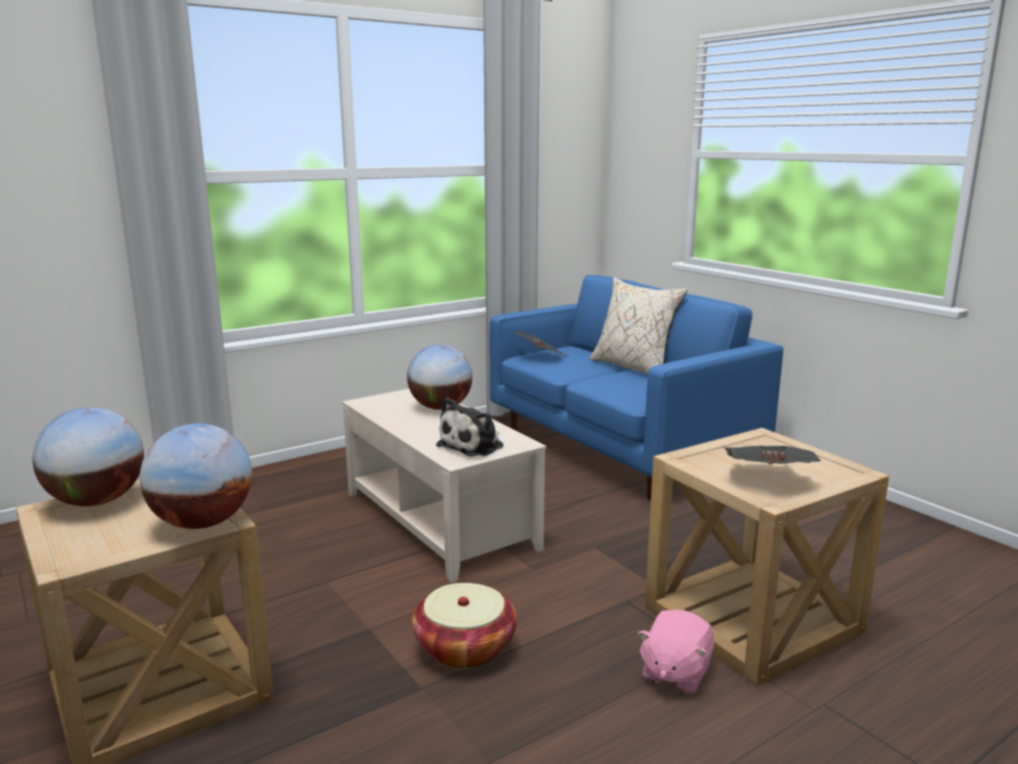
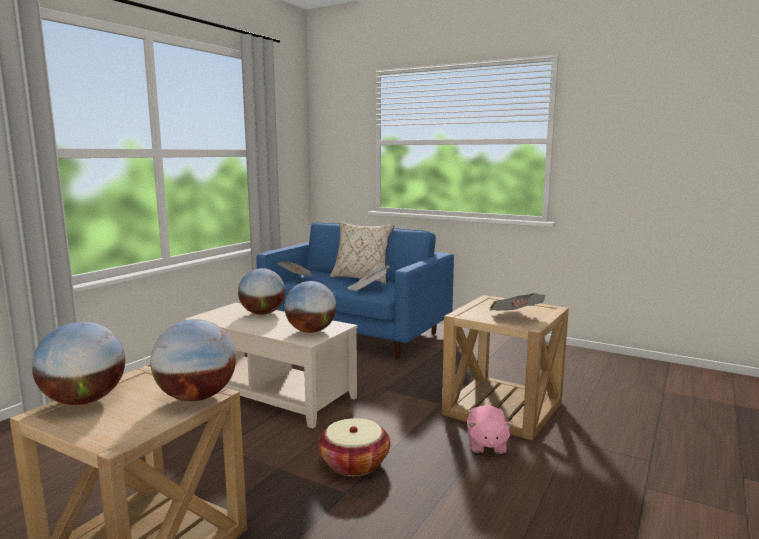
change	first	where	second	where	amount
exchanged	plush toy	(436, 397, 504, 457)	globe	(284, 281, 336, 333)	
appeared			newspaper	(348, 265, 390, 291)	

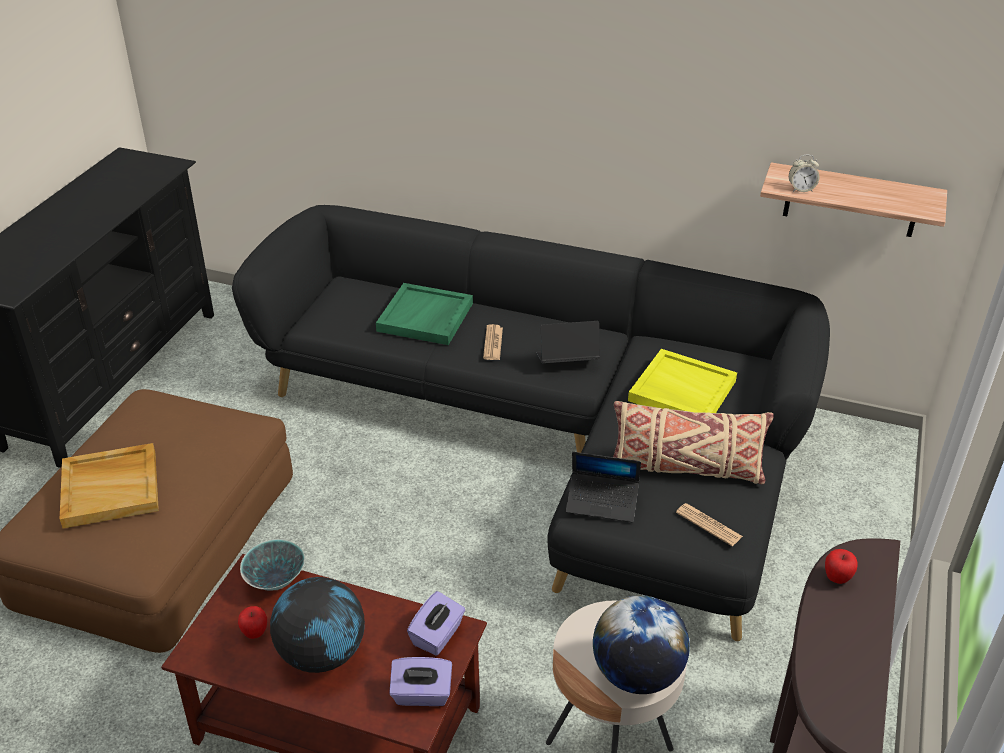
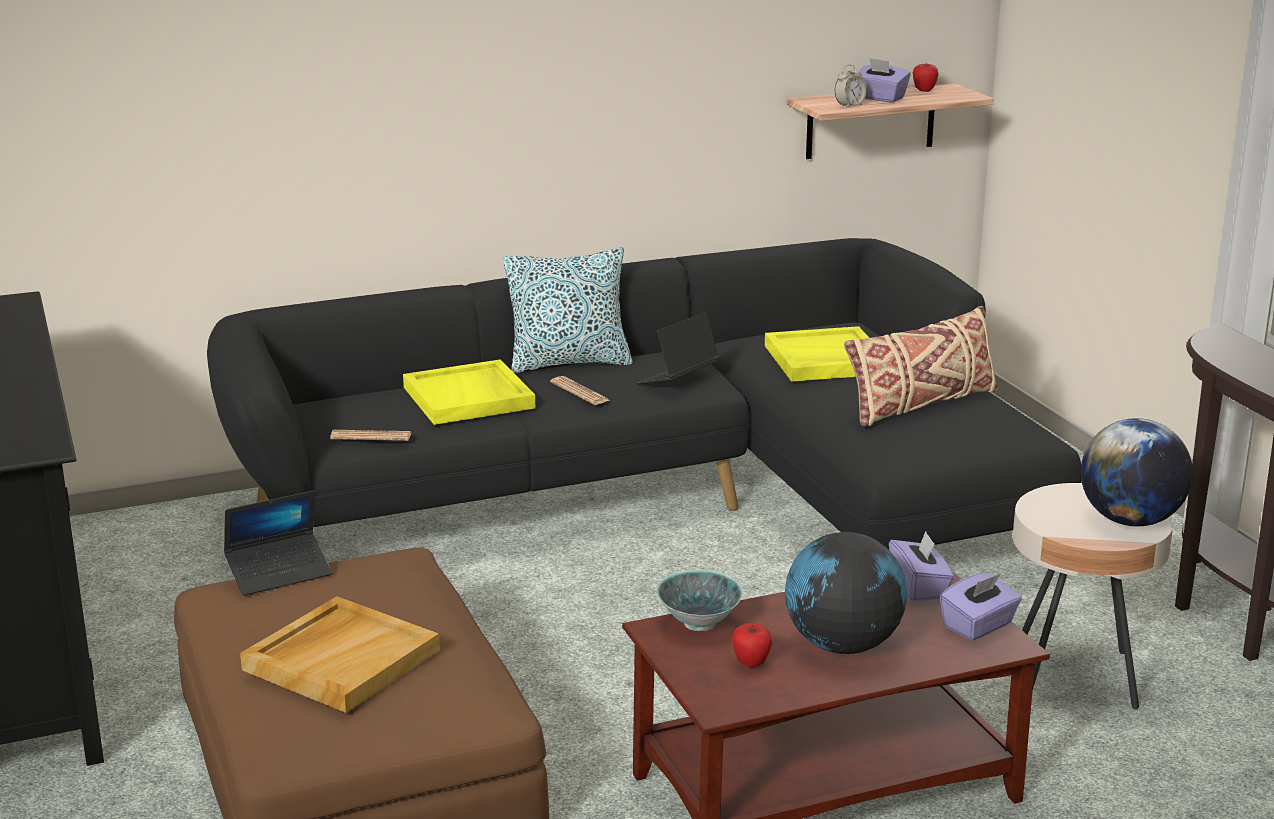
change	first	where	second	where	amount
relocated	laptop	(566, 452, 641, 522)		(224, 490, 332, 596)	
relocated	newspaper	(676, 503, 743, 546)		(330, 430, 411, 441)	
colour	green tray	(376, 283, 473, 345)	yellow tray	(403, 359, 535, 425)	
appeared			pillow	(503, 247, 633, 374)	
appeared			purple tissue box	(859, 58, 911, 102)	
relocated	apple	(825, 549, 857, 584)		(913, 63, 938, 92)	

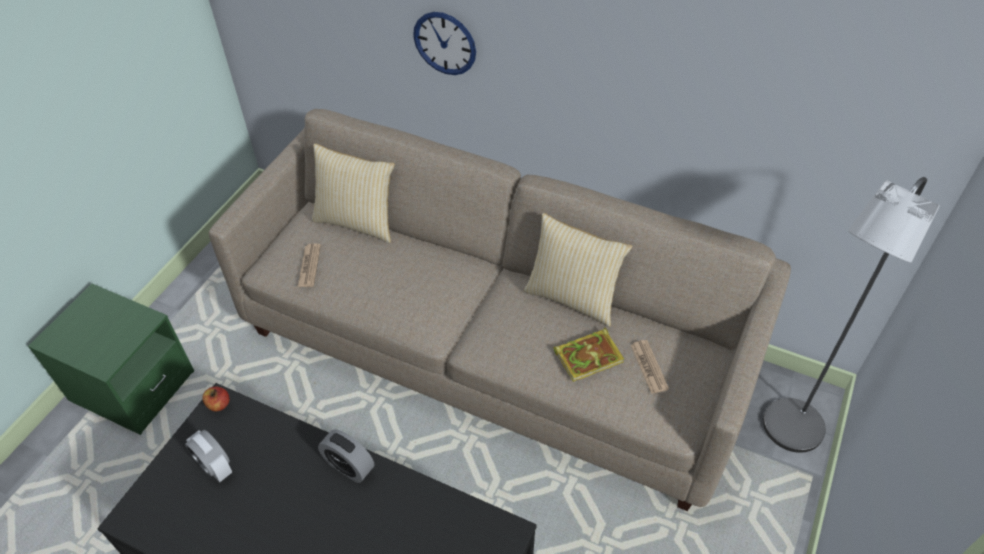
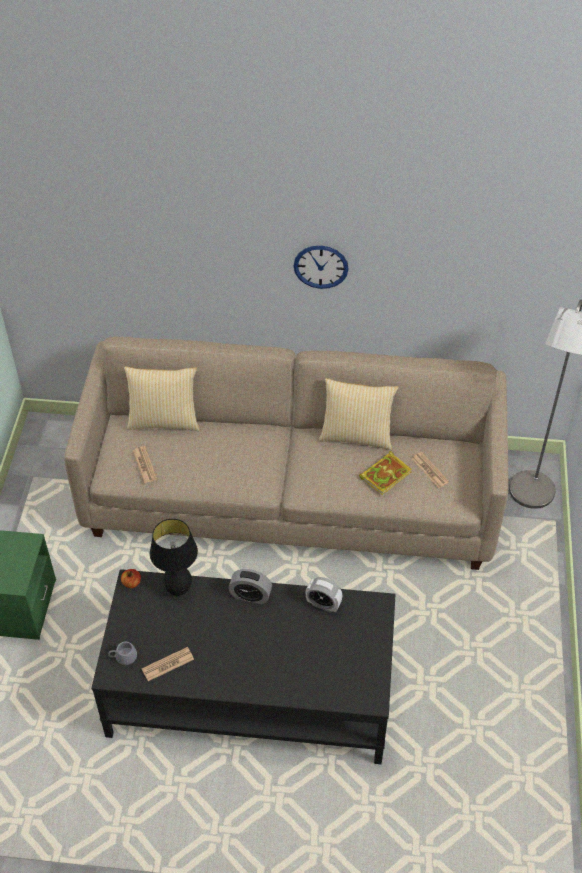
change	first	where	second	where	amount
appeared			grey mug	(108, 642, 137, 665)	
appeared			newspaper	(142, 647, 194, 681)	
appeared			black table lamp	(150, 519, 198, 596)	
relocated	wall clock	(413, 12, 476, 75)		(294, 246, 348, 289)	
relocated	alarm clock	(185, 430, 232, 482)		(306, 577, 343, 612)	

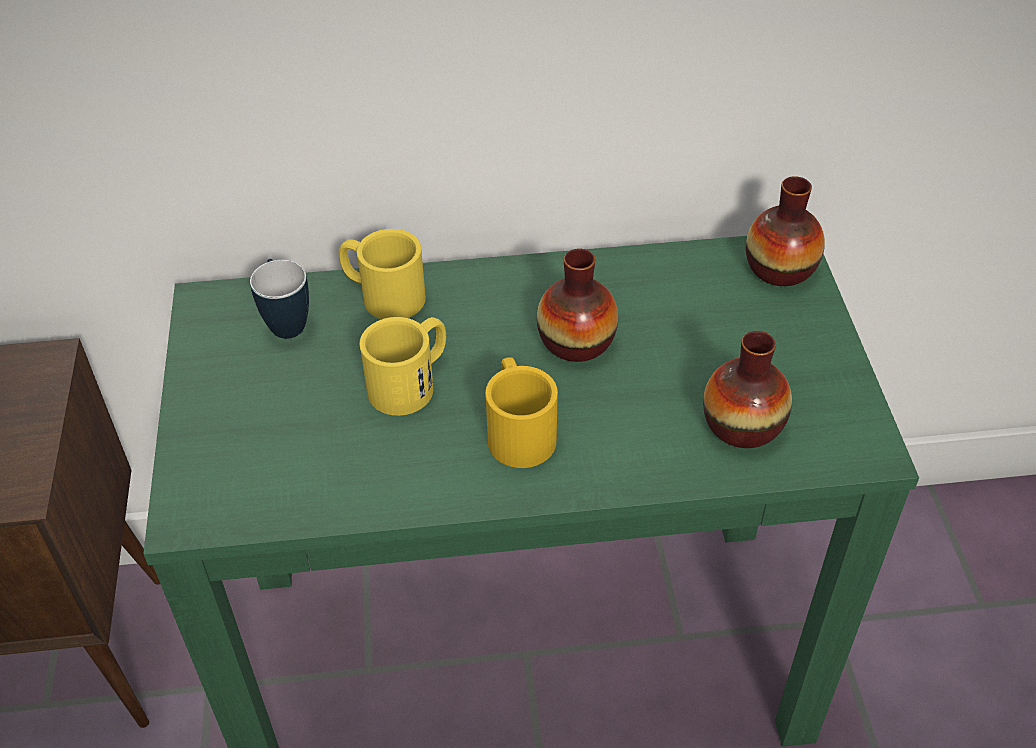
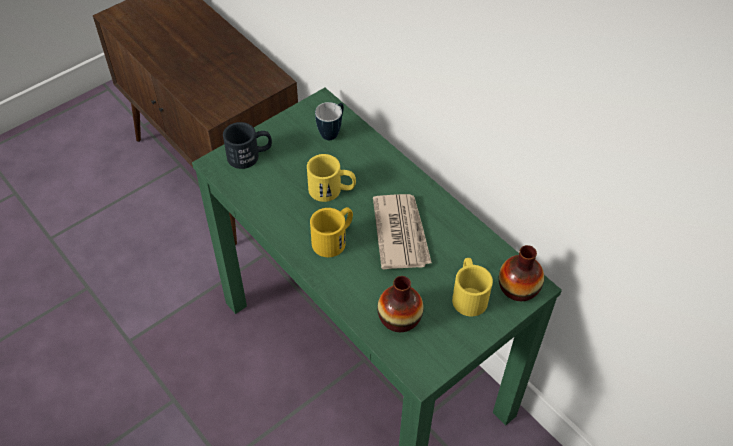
change	first	where	second	where	amount
appeared			black mug	(223, 122, 272, 169)	
exchanged	vase	(537, 248, 618, 362)	newspaper	(373, 194, 432, 270)	
relocated	yellow mug	(339, 229, 426, 320)		(452, 258, 493, 316)	

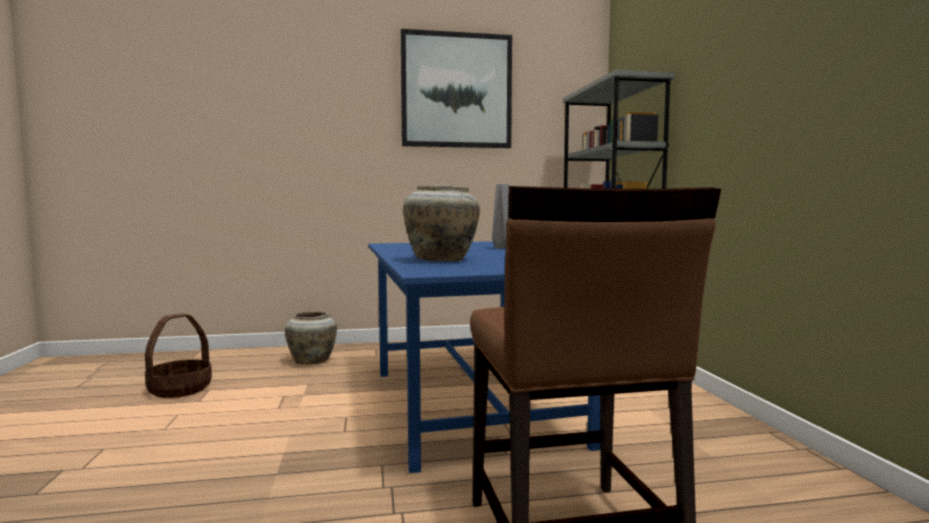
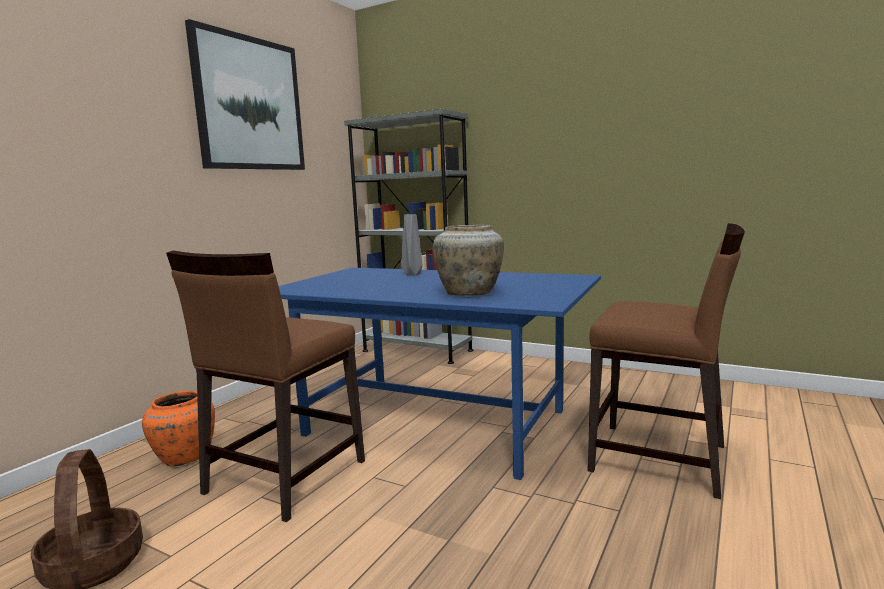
change	first	where	second	where	amount
colour	beige vase	(285, 311, 337, 364)	orange vase	(142, 391, 215, 467)	
appeared			brown chair	(166, 251, 365, 522)	

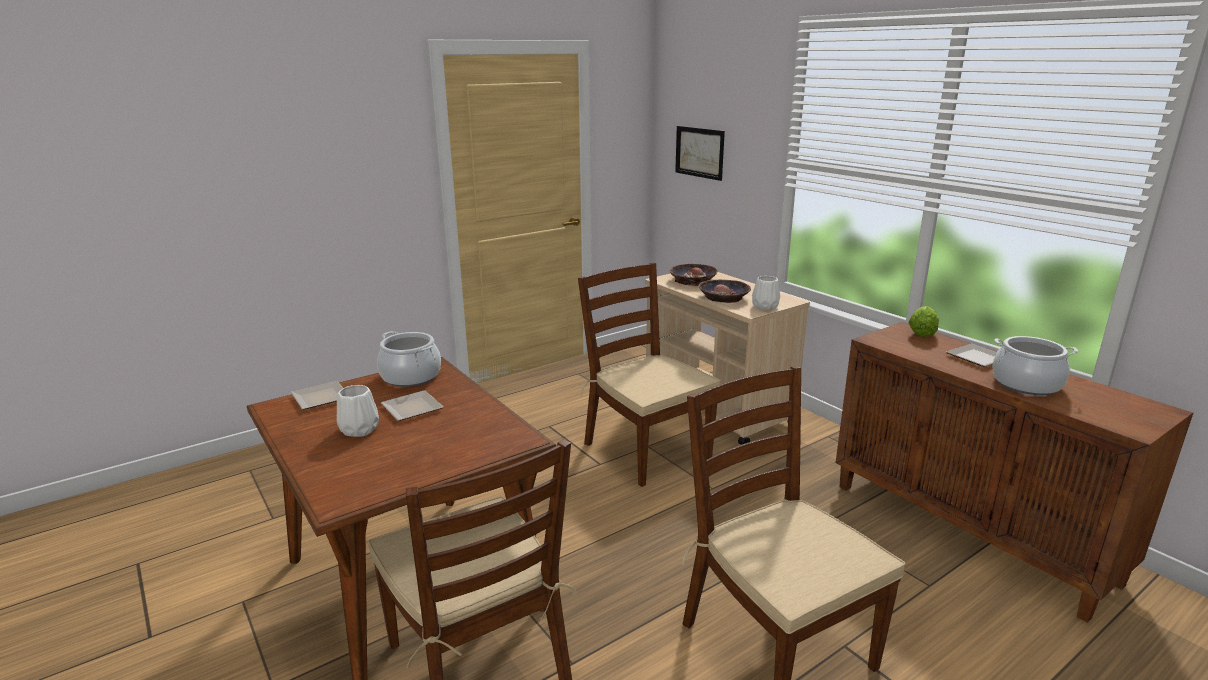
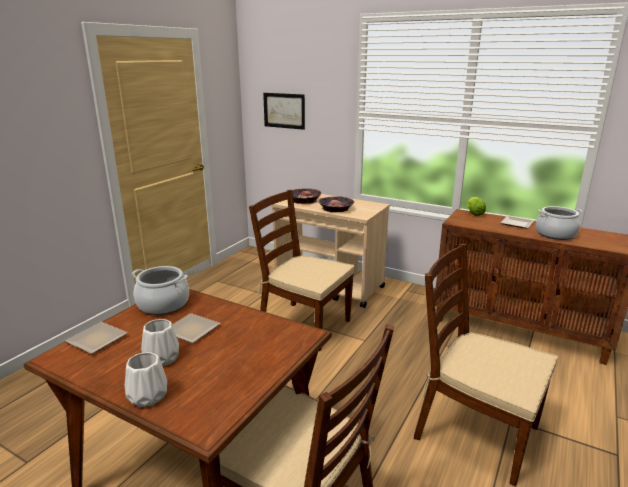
change	first	where	second	where	amount
relocated	white vase	(752, 276, 780, 310)		(125, 352, 167, 407)	

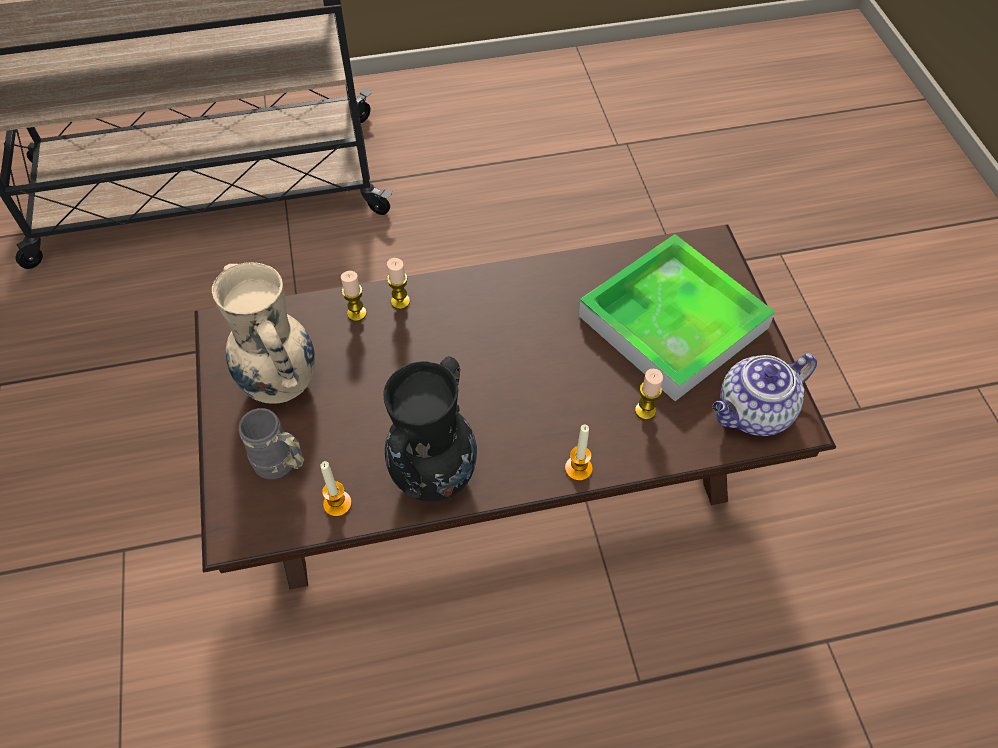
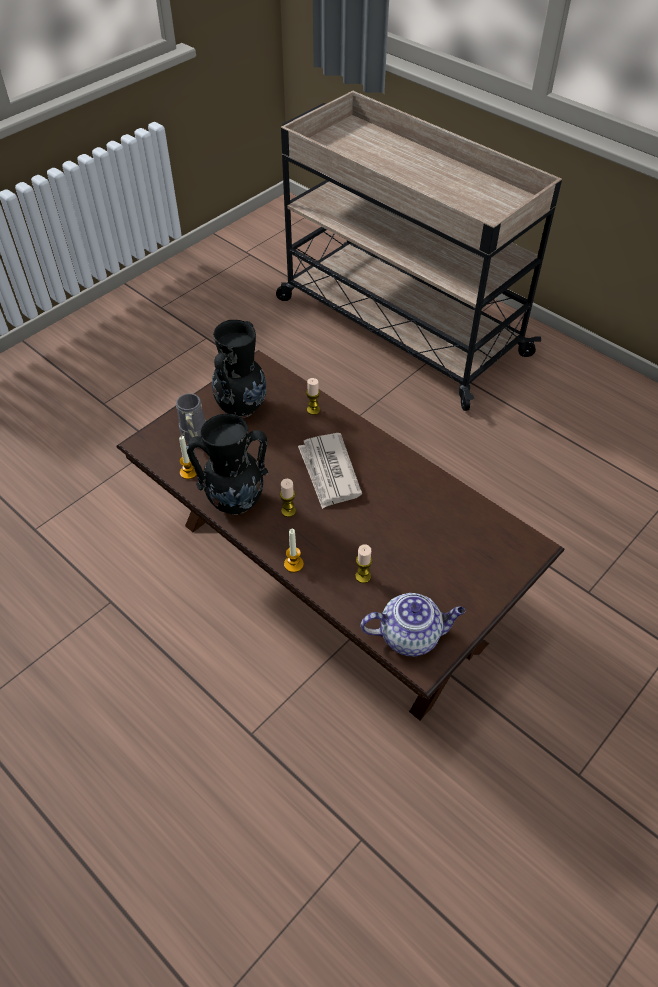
change	first	where	second	where	amount
colour	beige vase	(212, 262, 315, 404)	black vase	(212, 320, 266, 418)	
relocated	candle	(387, 258, 410, 309)		(280, 479, 296, 517)	
appeared			newspaper	(298, 433, 362, 509)	
spun	teapot	(712, 353, 817, 436)		(361, 593, 465, 657)	150 degrees clockwise
missing	tray	(578, 234, 775, 401)			

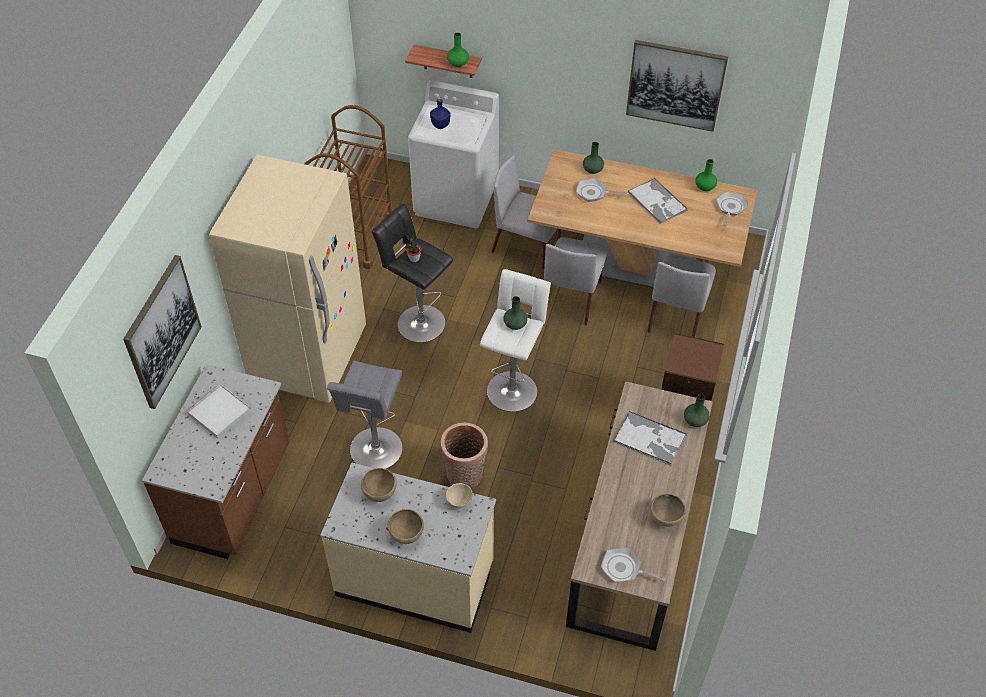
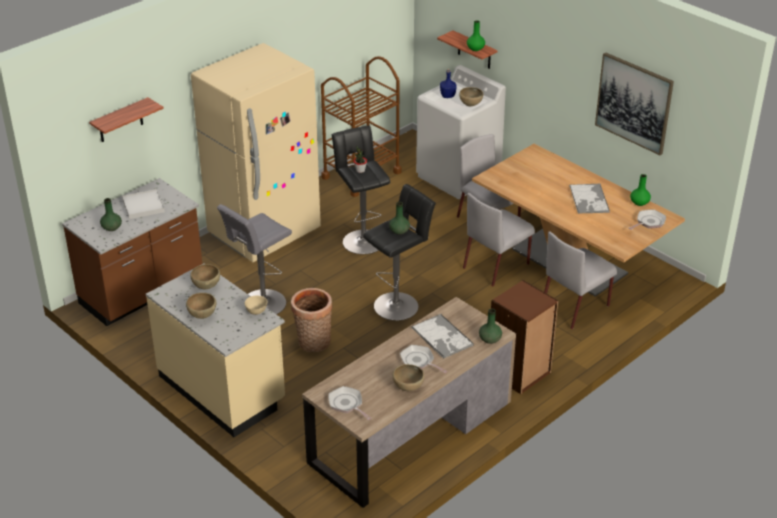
change	first	where	second	where	amount
exchanged	picture	(123, 255, 202, 409)	shelf	(89, 97, 164, 142)	
relocated	green vase	(583, 142, 604, 174)		(100, 198, 122, 231)	
colour	white stool	(480, 269, 551, 412)	black stool	(363, 184, 436, 321)	
relocated	frying pan	(576, 178, 627, 202)		(400, 345, 447, 373)	
appeared			brown bowl	(459, 87, 483, 106)	

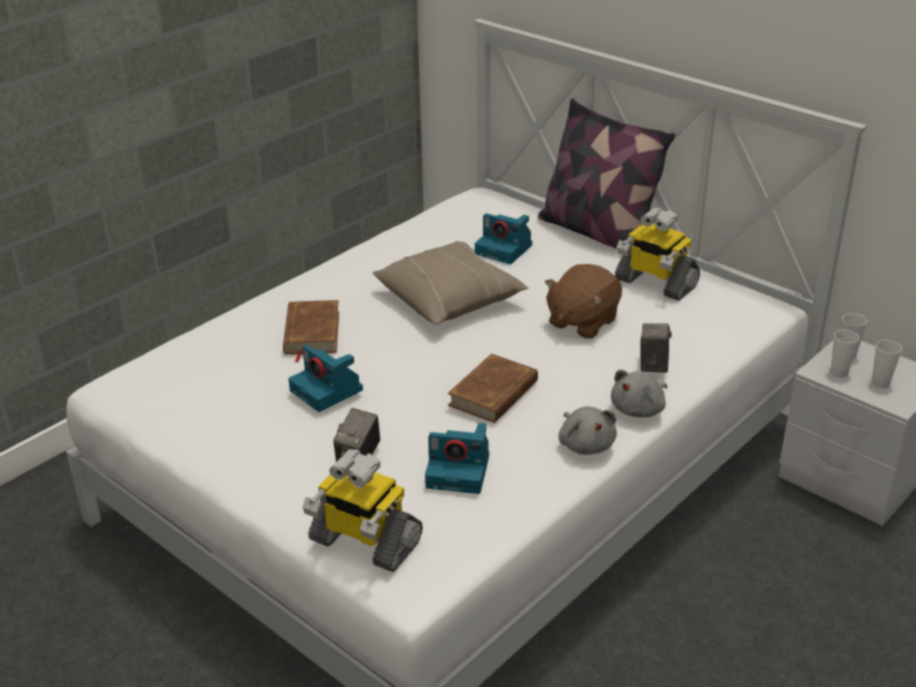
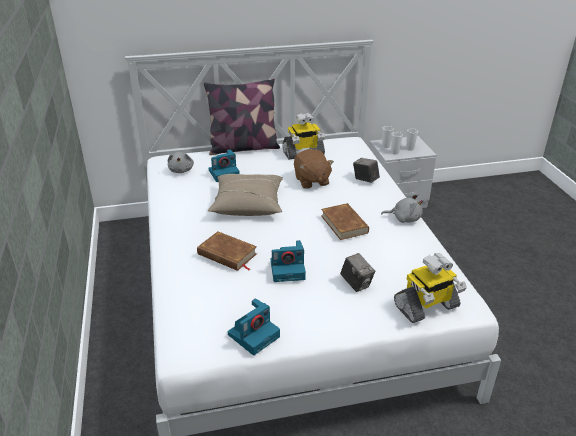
change	first	where	second	where	amount
relocated	grey plush toy	(611, 369, 667, 418)		(168, 152, 194, 173)	
relocated	photo camera	(425, 423, 489, 494)		(228, 298, 280, 355)	

